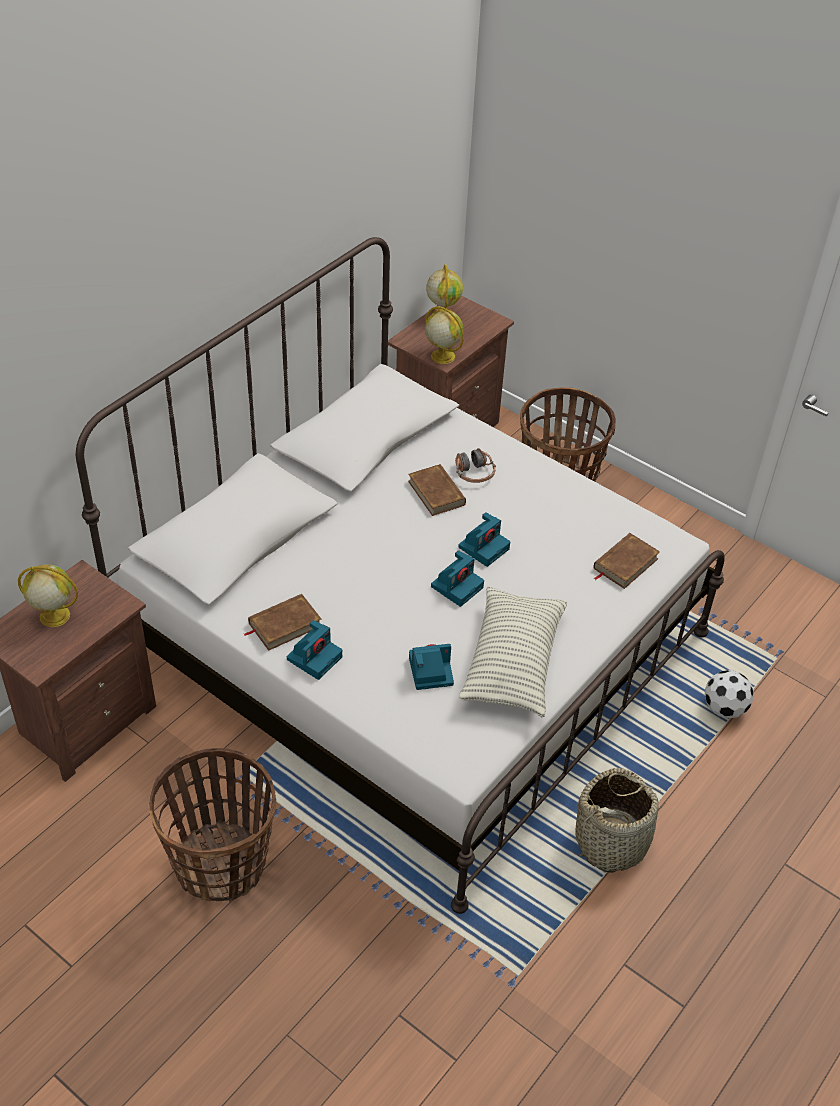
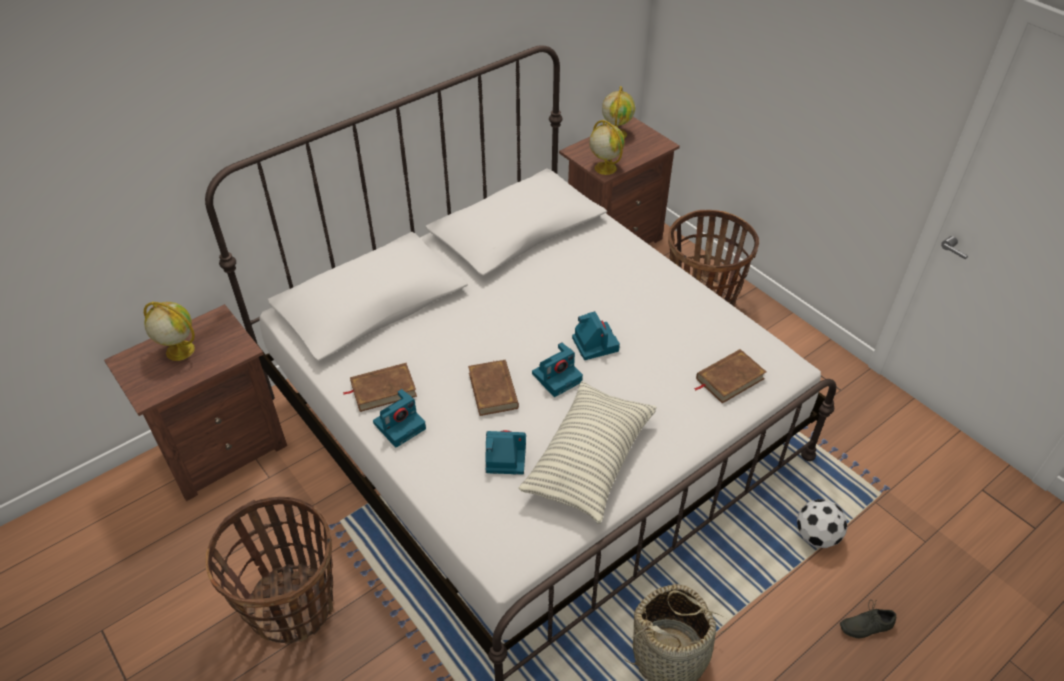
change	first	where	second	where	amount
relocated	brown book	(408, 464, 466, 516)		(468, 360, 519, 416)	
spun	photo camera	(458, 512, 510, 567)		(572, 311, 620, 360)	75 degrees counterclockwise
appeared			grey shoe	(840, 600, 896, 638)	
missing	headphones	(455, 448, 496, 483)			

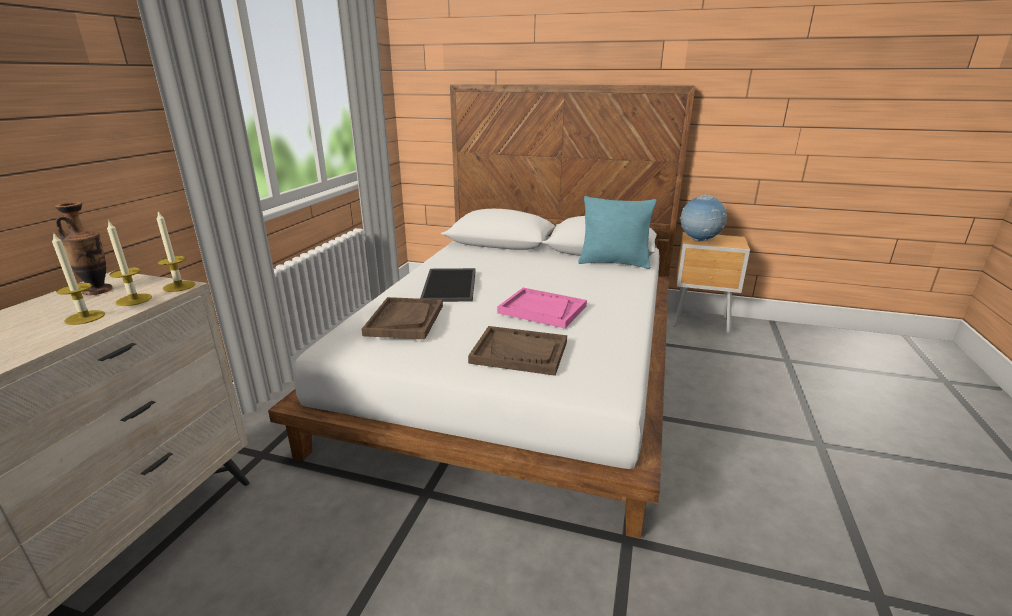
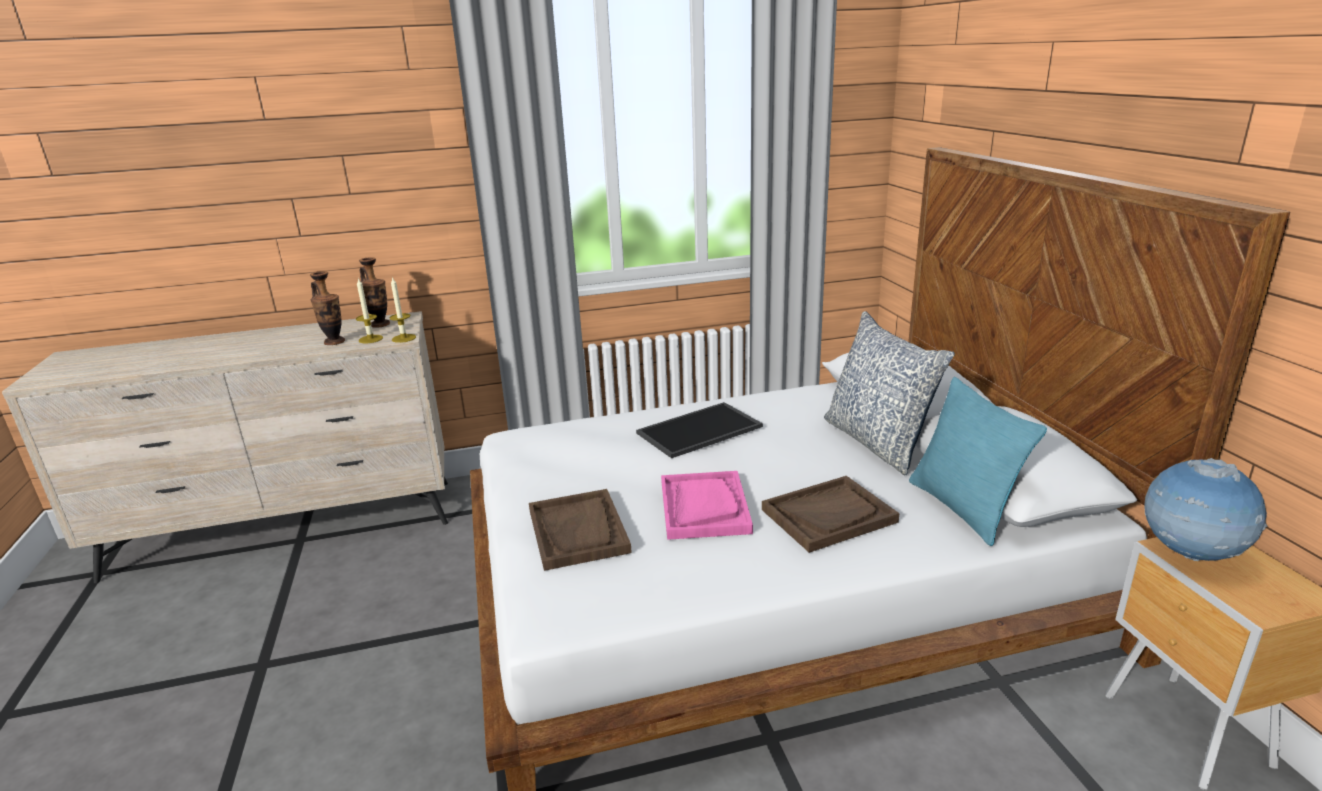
change	first	where	second	where	amount
exchanged	candle	(52, 232, 105, 325)	vase	(310, 271, 345, 345)	
relocated	brown tray	(362, 297, 443, 339)		(762, 476, 900, 553)	
appeared			pillow	(824, 311, 955, 475)	

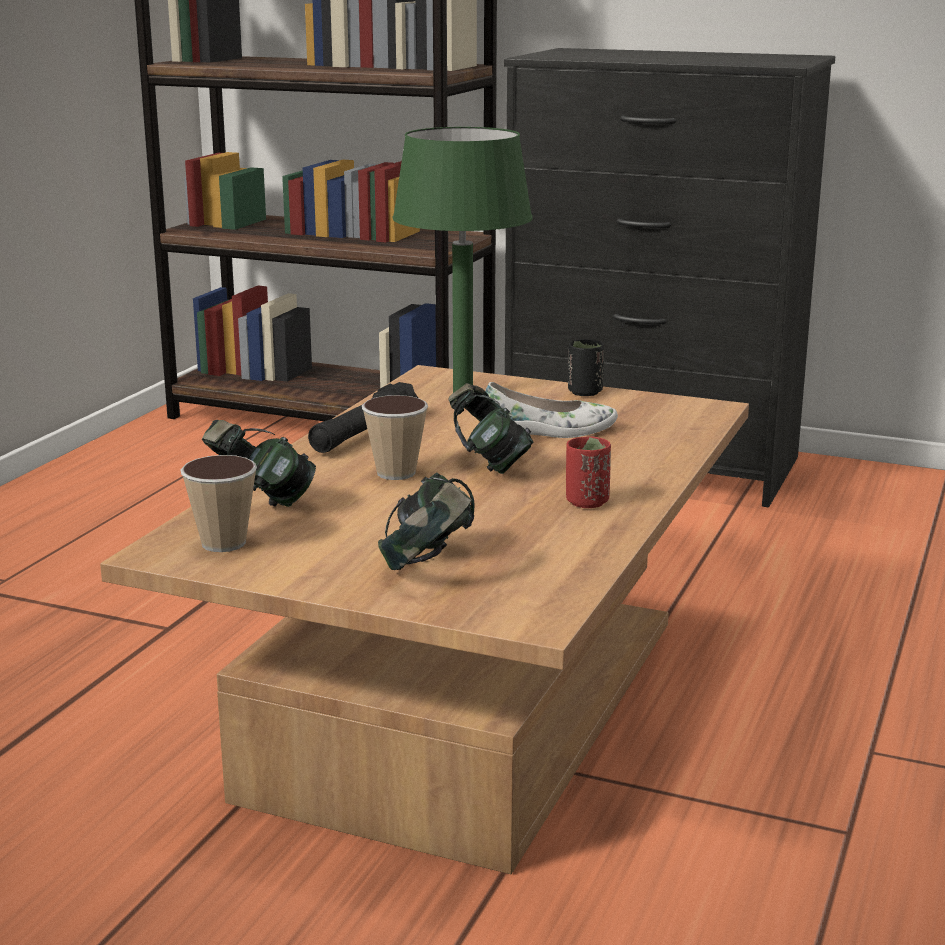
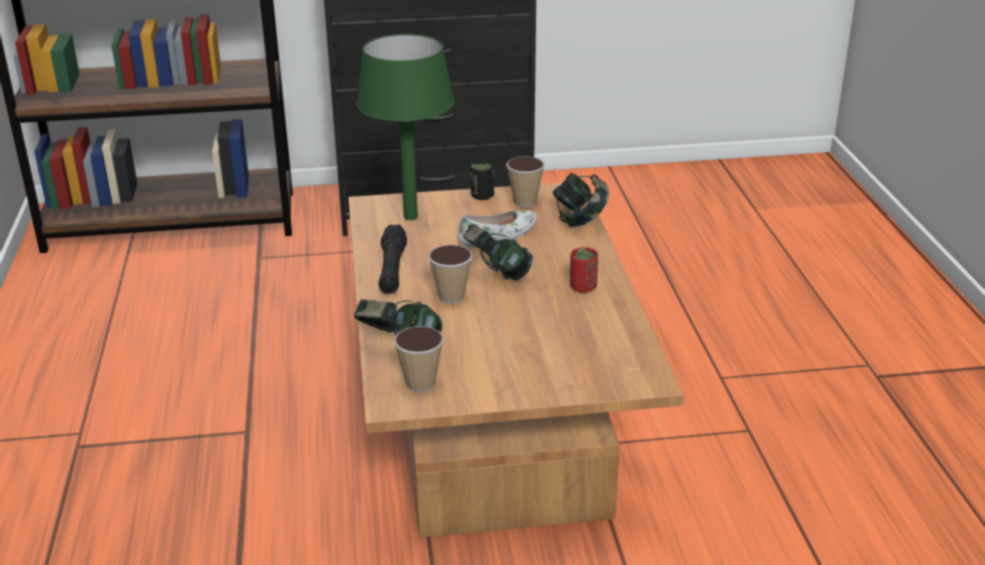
change	first	where	second	where	amount
appeared			cup	(506, 156, 545, 207)	
relocated	headphones	(378, 473, 475, 570)		(553, 173, 609, 227)	

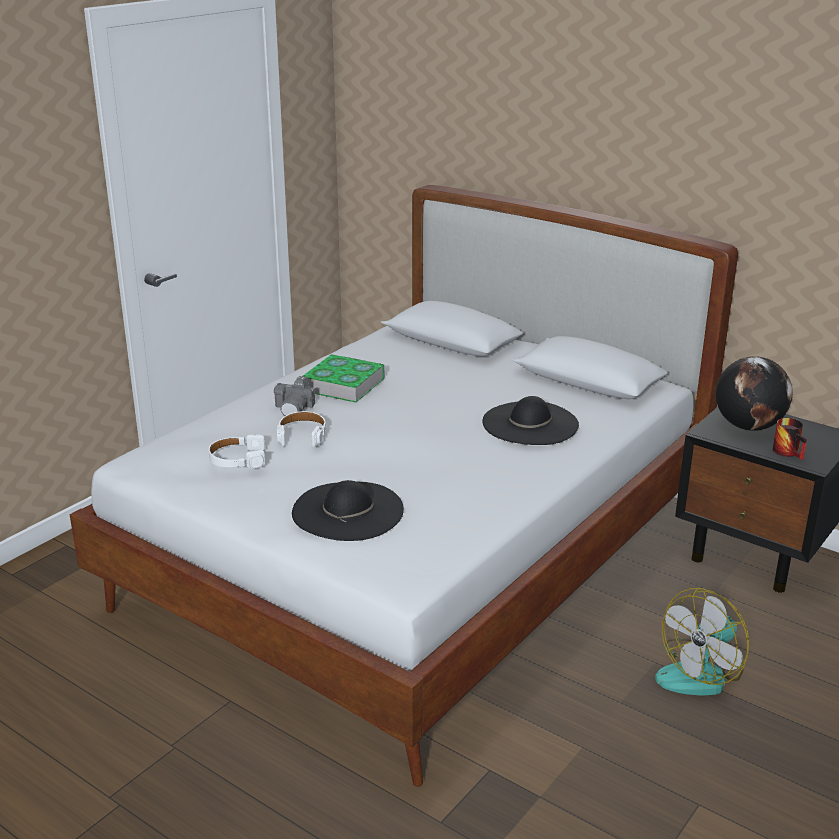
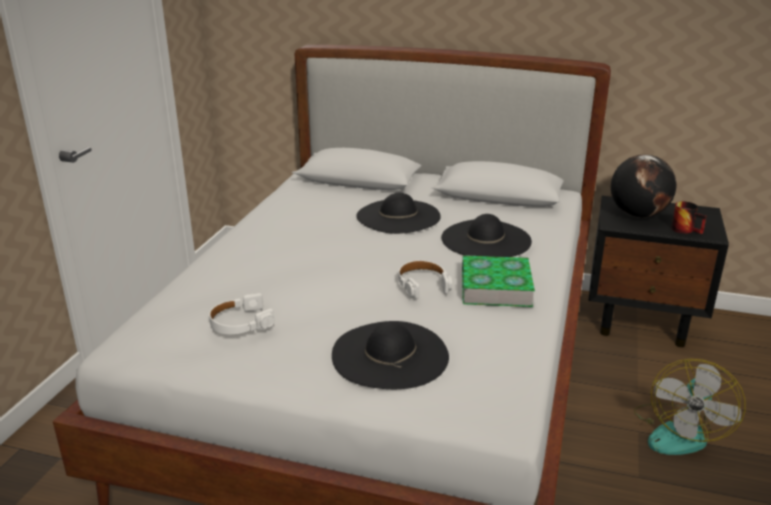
change	first	where	second	where	amount
appeared			black hat	(356, 193, 441, 234)	
relocated	white headphones	(277, 411, 326, 447)		(398, 260, 452, 299)	
relocated	book	(303, 354, 384, 403)		(462, 255, 535, 307)	
missing	photo camera	(274, 376, 315, 416)			

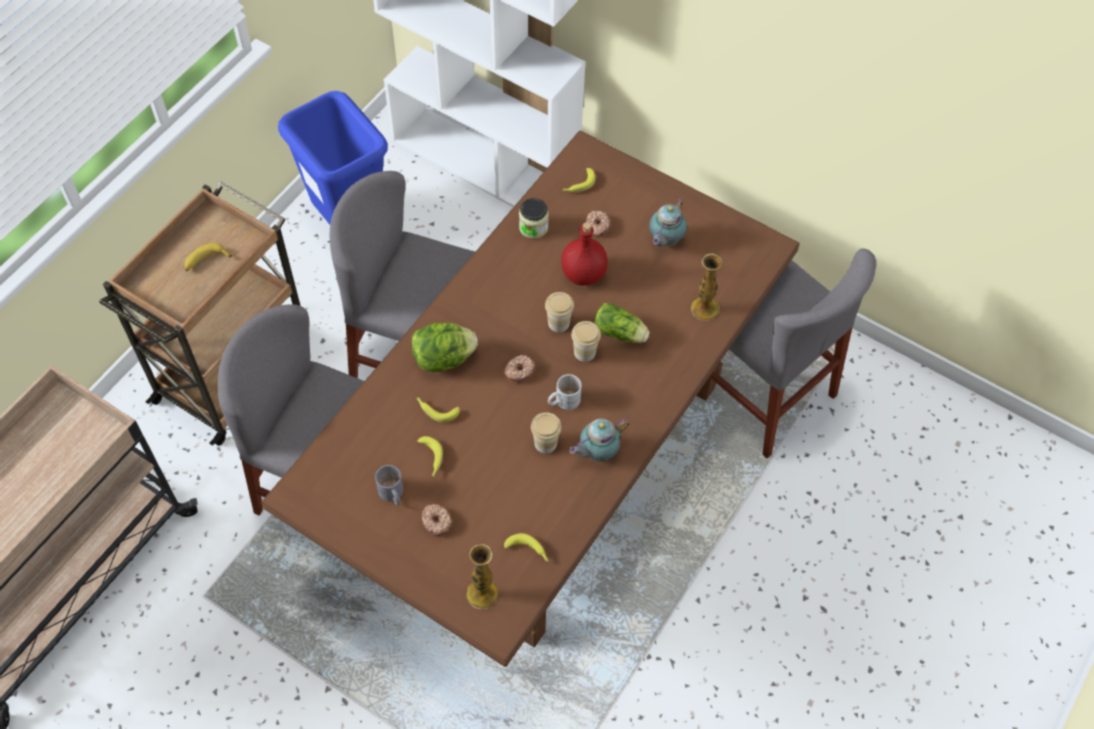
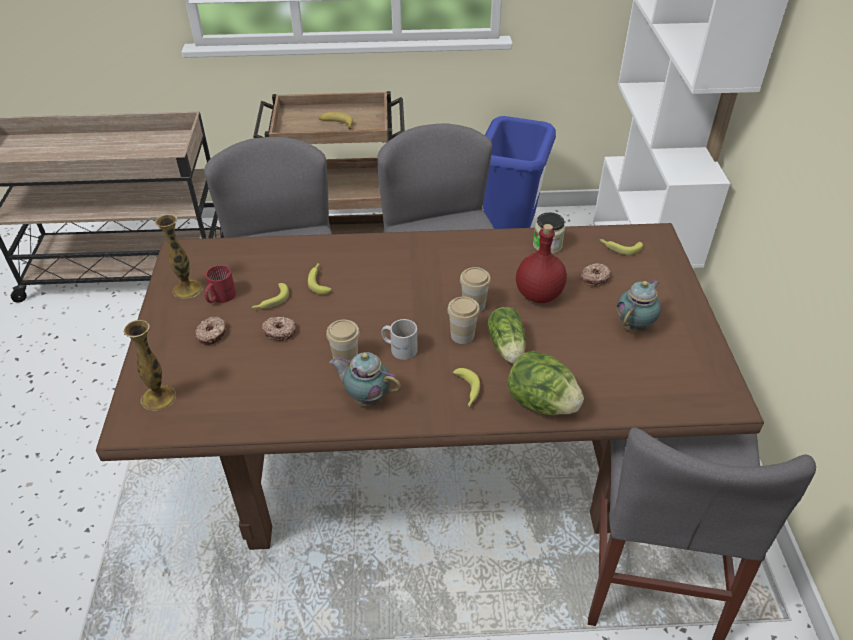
change	first	where	second	where	amount
relocated	vase	(691, 254, 722, 321)		(155, 214, 203, 299)	
colour	grey mug	(375, 465, 403, 506)	red mug	(205, 265, 236, 303)	
relocated	donut	(504, 355, 535, 383)		(261, 317, 296, 341)	
relocated	banana	(504, 533, 549, 562)		(453, 368, 480, 407)	
relocated	lettuce	(412, 323, 478, 372)		(507, 351, 584, 415)	
spun	teapot	(649, 198, 687, 247)		(617, 279, 661, 332)	135 degrees clockwise

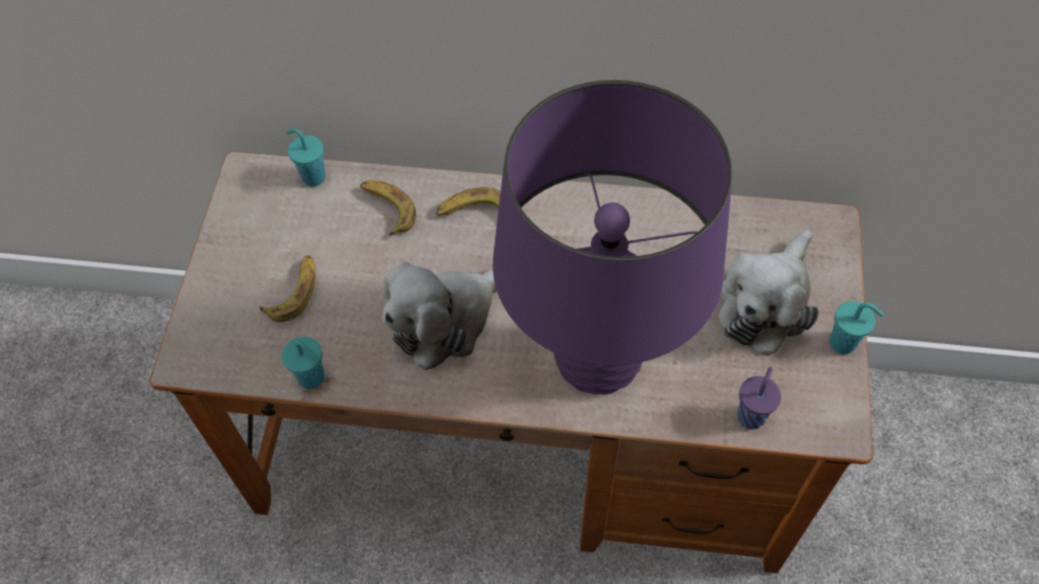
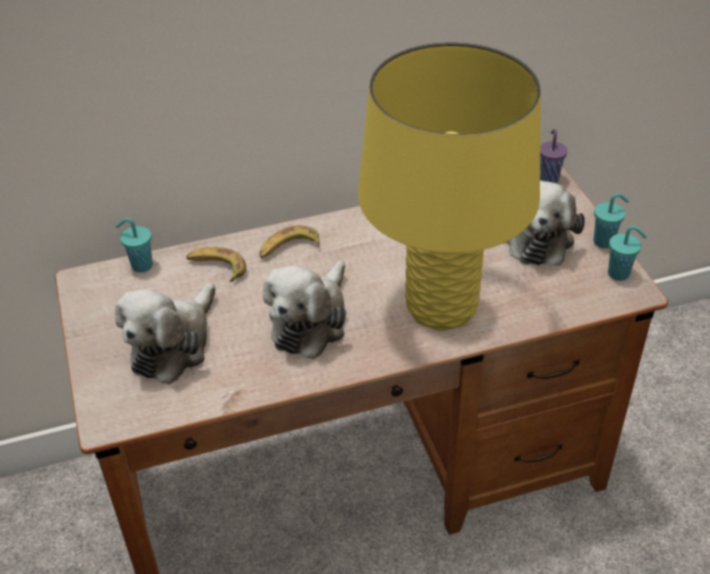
change	first	where	second	where	amount
exchanged	banana	(260, 255, 316, 322)	plush toy	(115, 283, 216, 384)	
colour	purple table lamp	(493, 80, 732, 394)	yellow table lamp	(358, 42, 541, 331)	
relocated	purple cup	(738, 367, 781, 429)		(540, 129, 567, 183)	
relocated	turquoise cup	(282, 337, 324, 389)		(608, 226, 647, 281)	

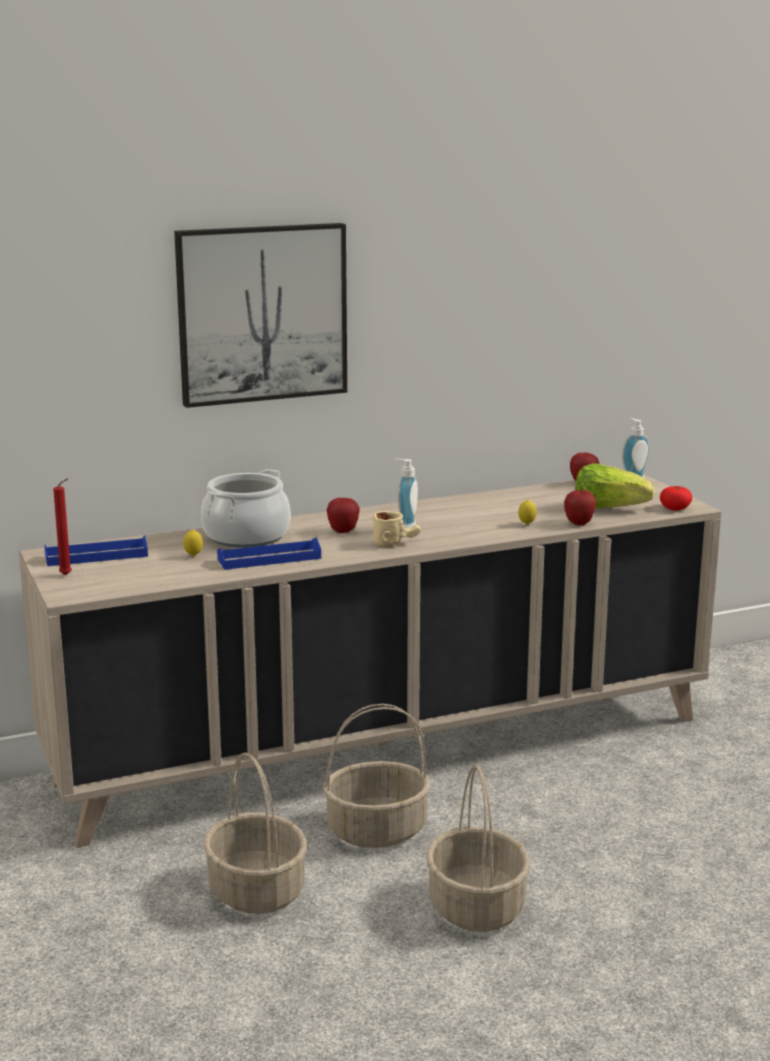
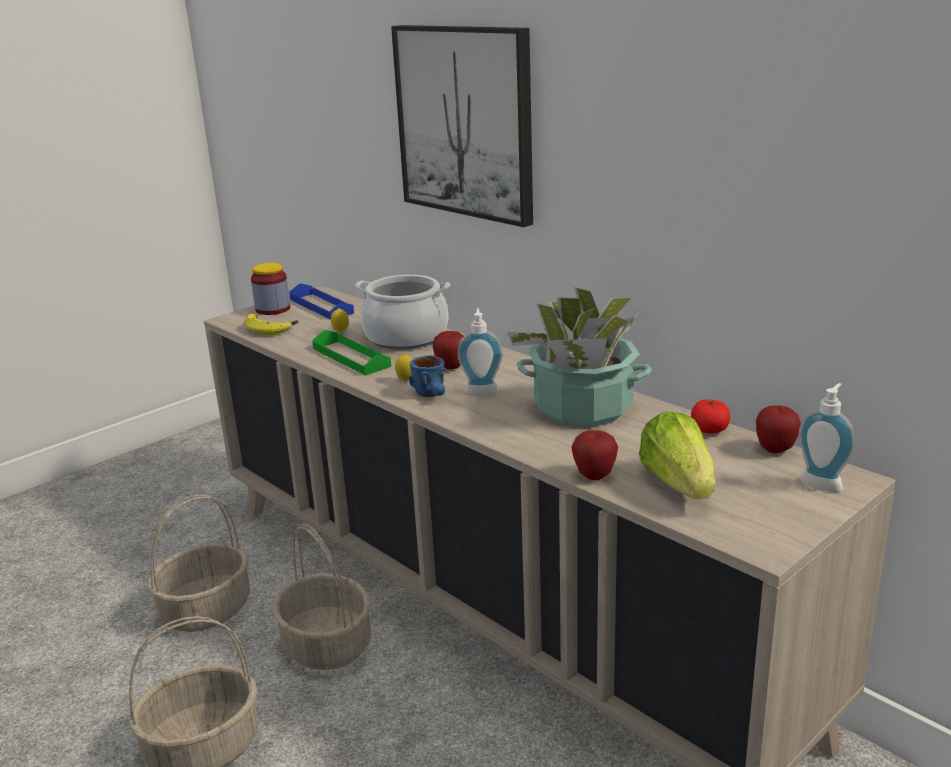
change	first	where	second	where	amount
appeared			banana	(244, 314, 298, 335)	
exchanged	red candle	(53, 478, 72, 575)	jar	(251, 263, 290, 315)	
colour	blue tray	(217, 537, 321, 570)	green tray	(312, 330, 391, 376)	
relocated	lemon	(518, 500, 537, 525)		(395, 354, 413, 381)	
colour	beige mug	(373, 511, 421, 547)	blue mug	(409, 355, 445, 397)	
appeared			potted plant	(507, 287, 652, 426)	
relocated	tomato	(660, 486, 692, 511)		(691, 400, 730, 434)	

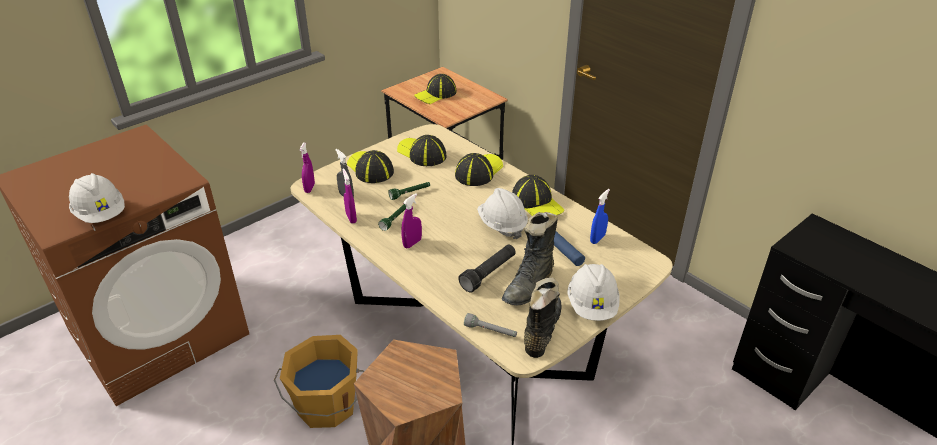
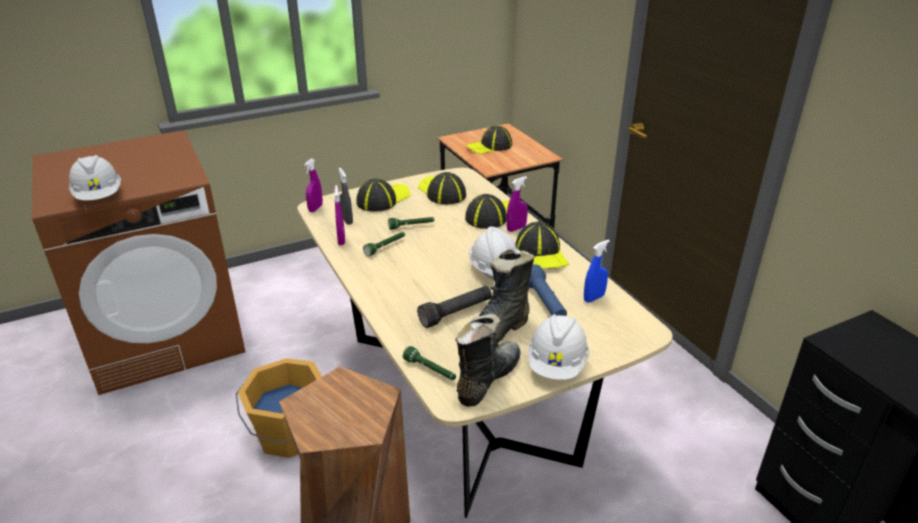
change	first	where	second	where	amount
spun	cap	(347, 150, 394, 183)		(356, 178, 410, 212)	60 degrees clockwise
colour	grey flashlight	(464, 313, 517, 337)	green flashlight	(403, 346, 456, 380)	
relocated	purple spray bottle	(401, 193, 422, 249)		(506, 176, 528, 232)	

